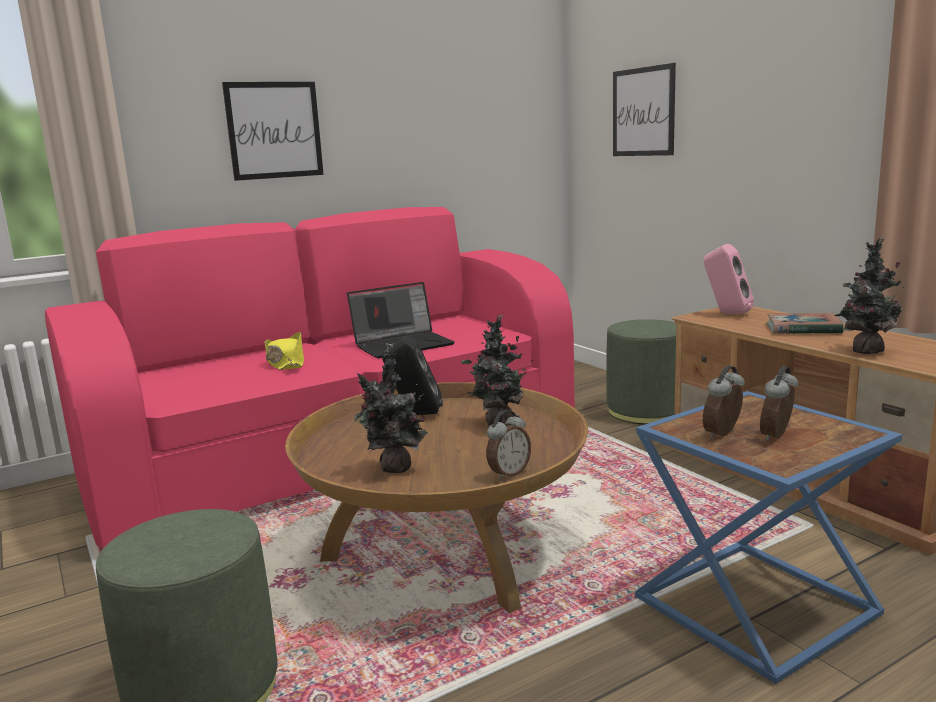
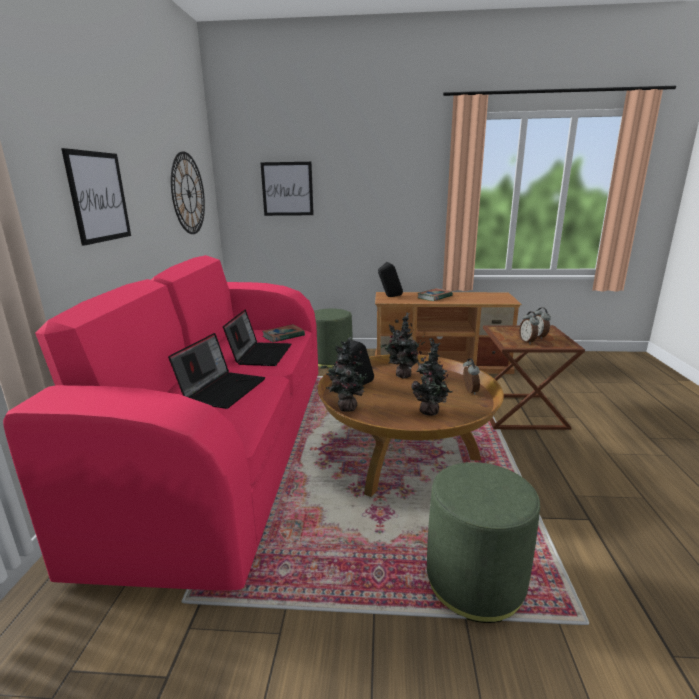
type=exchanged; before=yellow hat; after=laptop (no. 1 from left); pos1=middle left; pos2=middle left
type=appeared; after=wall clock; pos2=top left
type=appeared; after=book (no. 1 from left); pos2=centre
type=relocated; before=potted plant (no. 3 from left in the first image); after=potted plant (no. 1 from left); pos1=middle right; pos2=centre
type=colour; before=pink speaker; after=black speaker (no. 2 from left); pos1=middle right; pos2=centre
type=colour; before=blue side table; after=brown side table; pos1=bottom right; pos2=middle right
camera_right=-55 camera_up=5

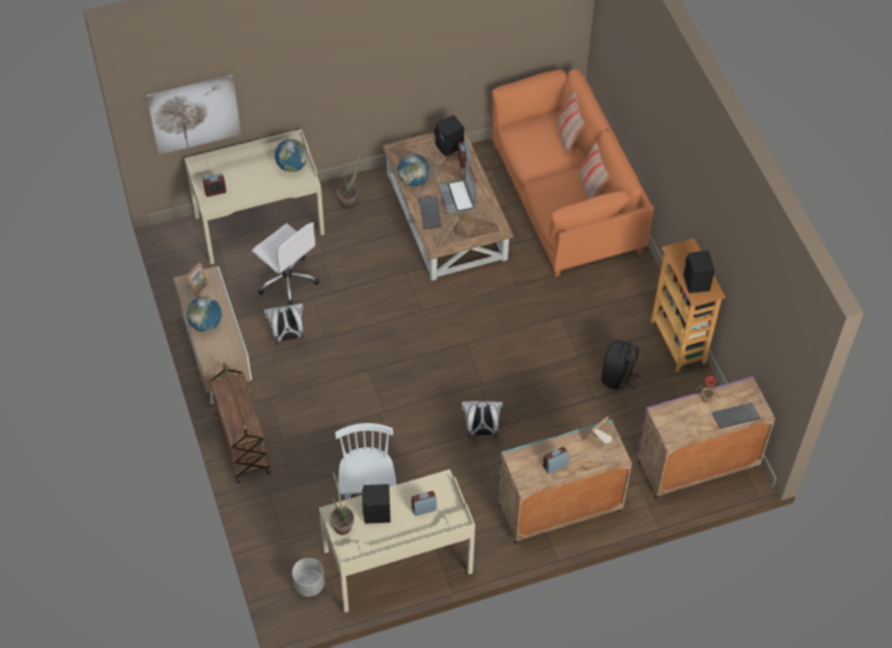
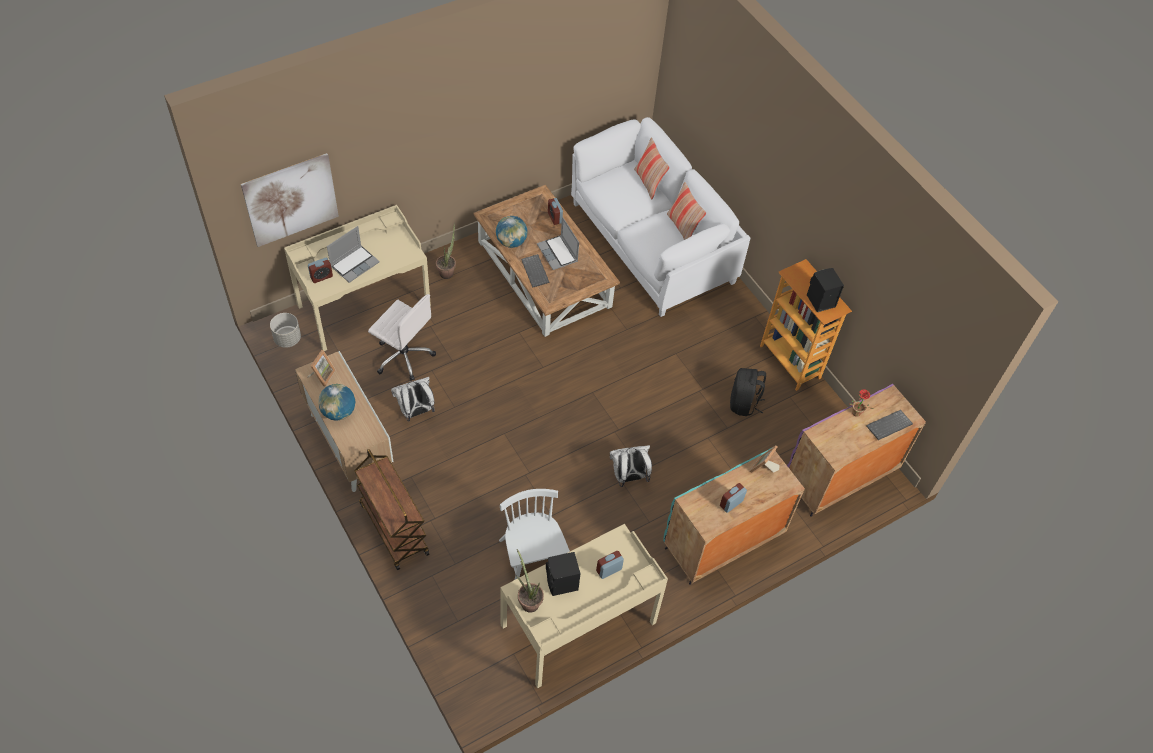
type=relocated; before=grey planter; pos1=bottom centre; pos2=middle left
type=appeared; after=laptop (no. 1 from left); pos2=middle left
type=colour; before=orange sofa; after=white sofa; pos1=top centre; pos2=top centre
type=missing; before=globe (no. 2 from left); pos1=top left
type=missing; before=black speaker (no. 2 from left); pos1=top centre
camera_right=-15 camera_up=0

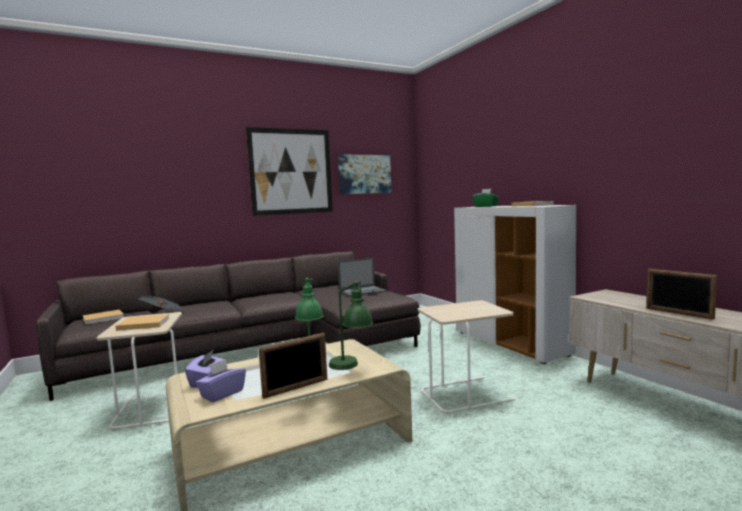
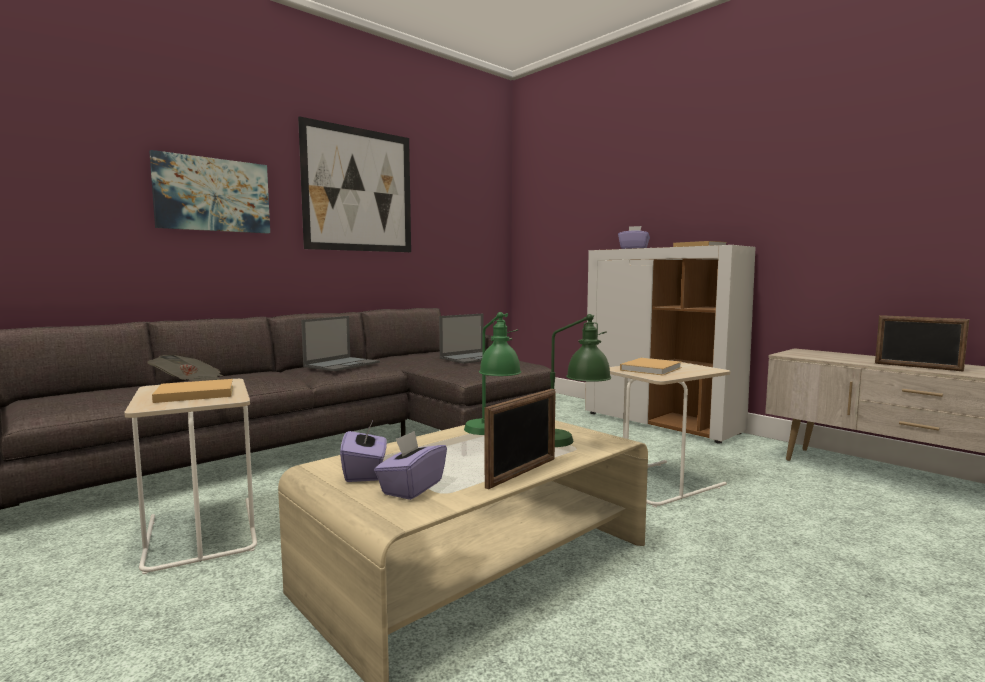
type=relocated; before=picture (no. 2 from left in the first image); after=picture (no. 1 from left); pos1=centre; pos2=top left
type=appeared; after=laptop (no. 1 from left); pos2=centre
type=colour; before=green tissue box; after=purple tissue box (no. 3 from left); pos1=centre; pos2=centre
type=relocated; before=beige book (no. 1 from left in the first image); after=beige book (no. 2 from left); pos1=middle left; pos2=centre
camera_right=-15 camera_up=0

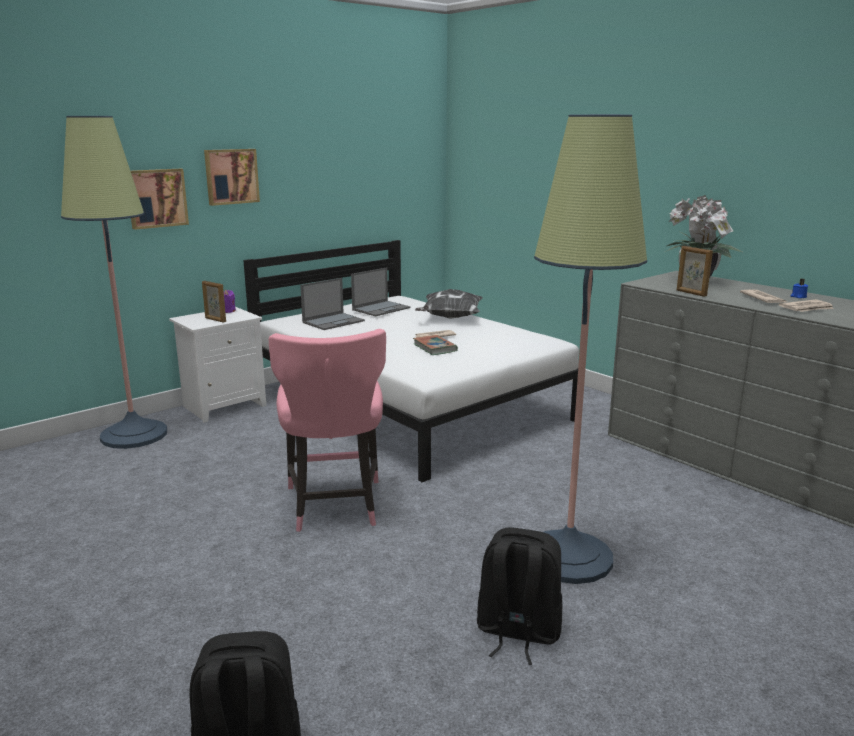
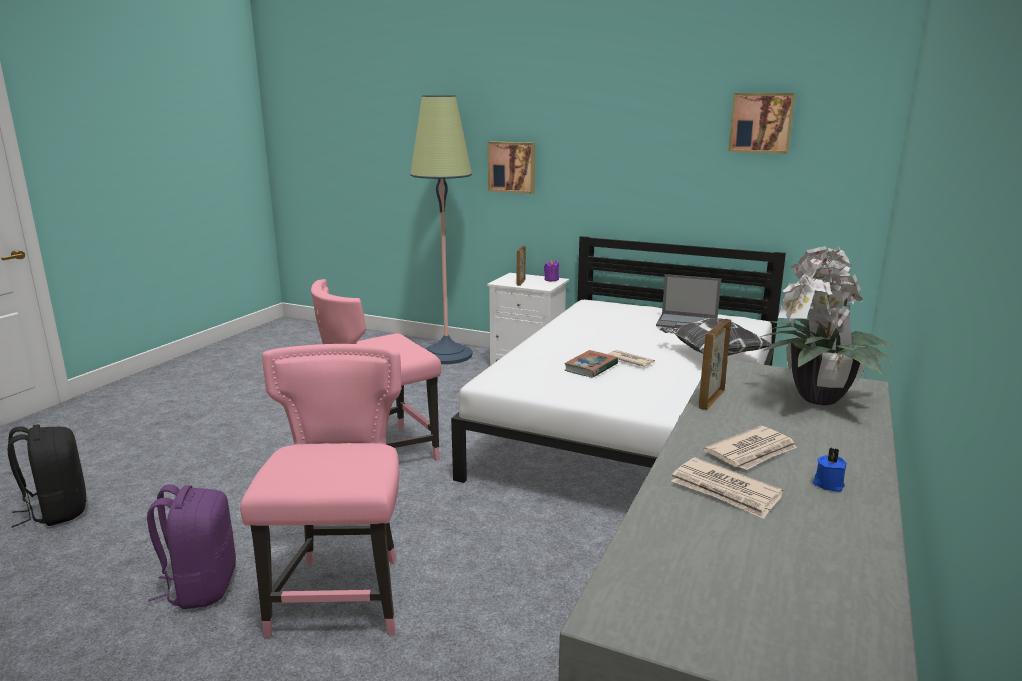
type=colour; before=black backpack (no. 2 from left); after=purple backpack; pos1=bottom centre; pos2=bottom left
type=exchanged; before=floor lamp (no. 2 from left); after=pink chair (no. 1 from left); pos1=middle right; pos2=bottom left
type=relocated; before=picture (no. 2 from left); pos1=top left; pos2=top right
type=missing; before=laptop (no. 1 from left); pos1=centre
camera_right=65 camera_up=0

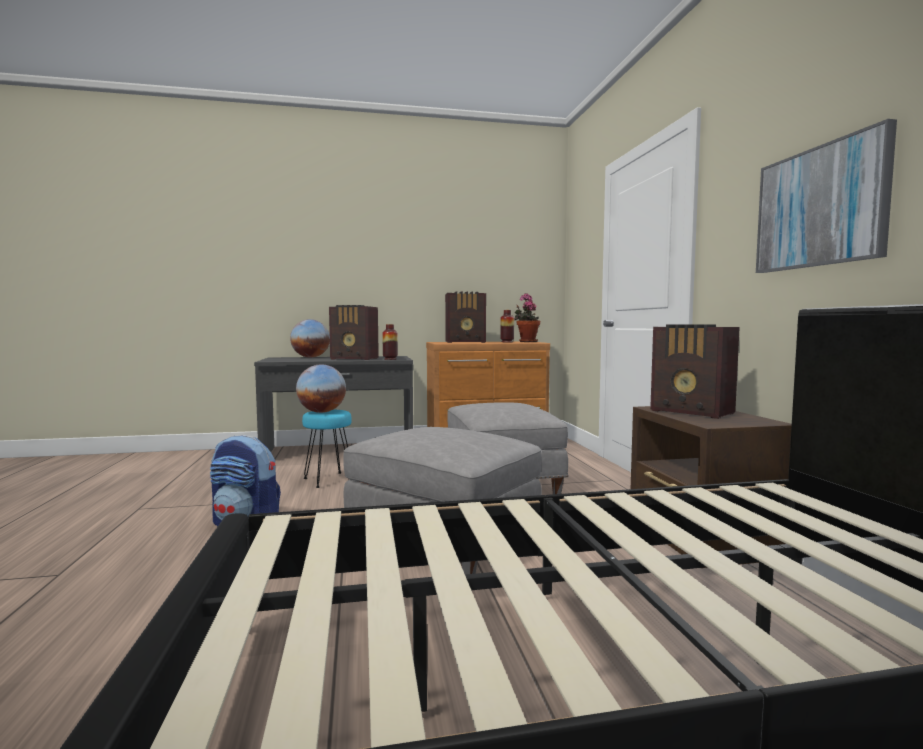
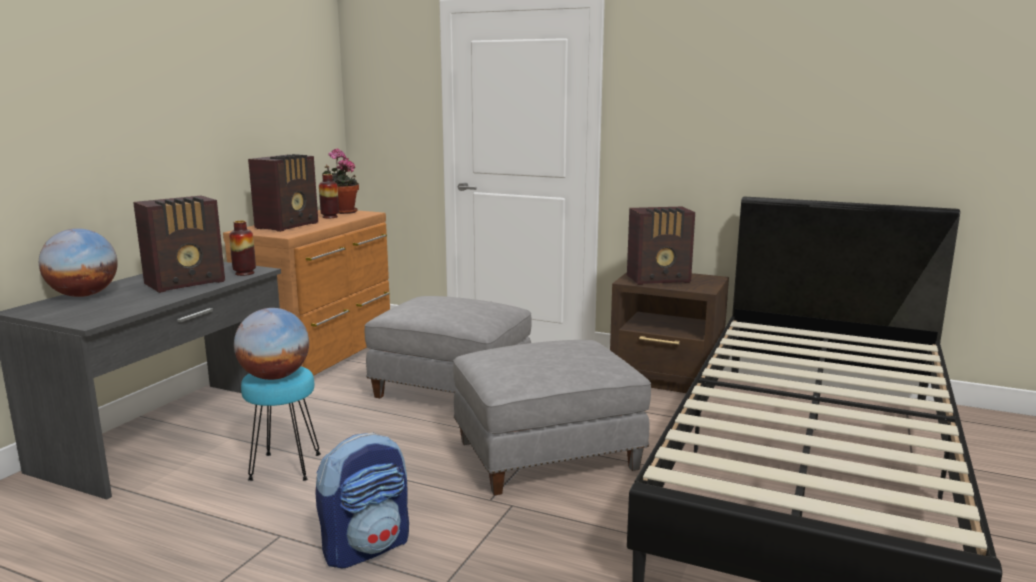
type=missing; before=picture; pos1=top right
camera_right=-55 camera_up=10

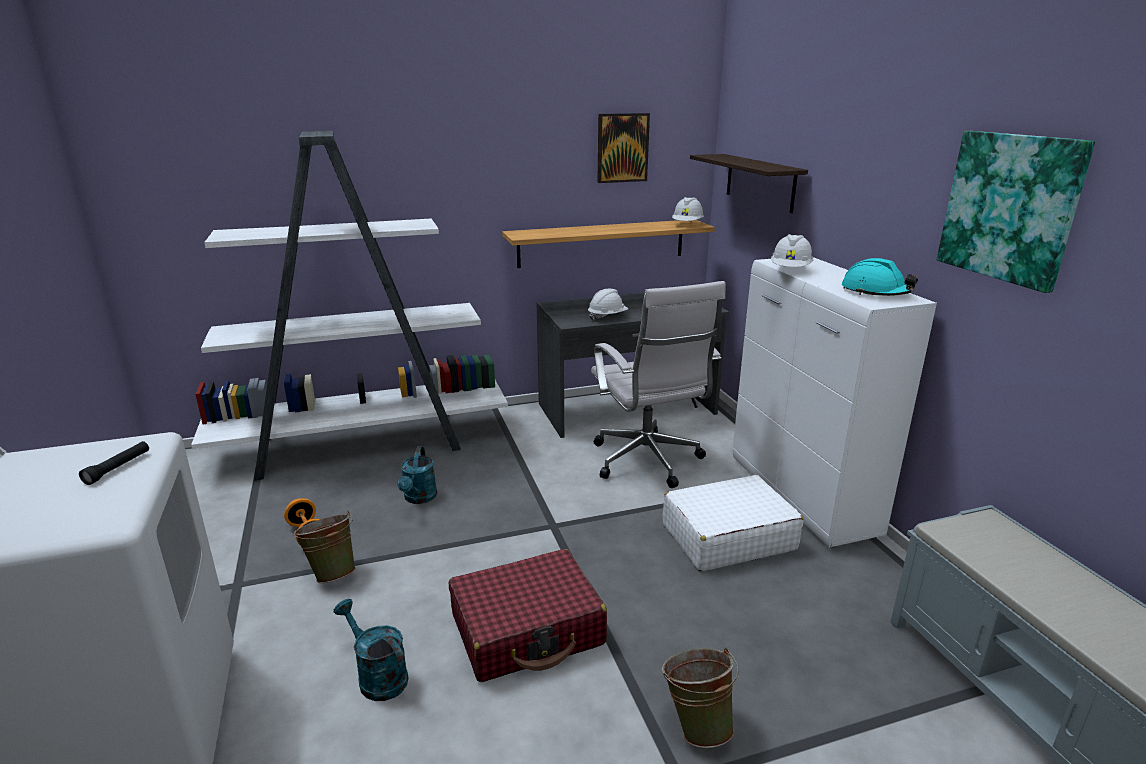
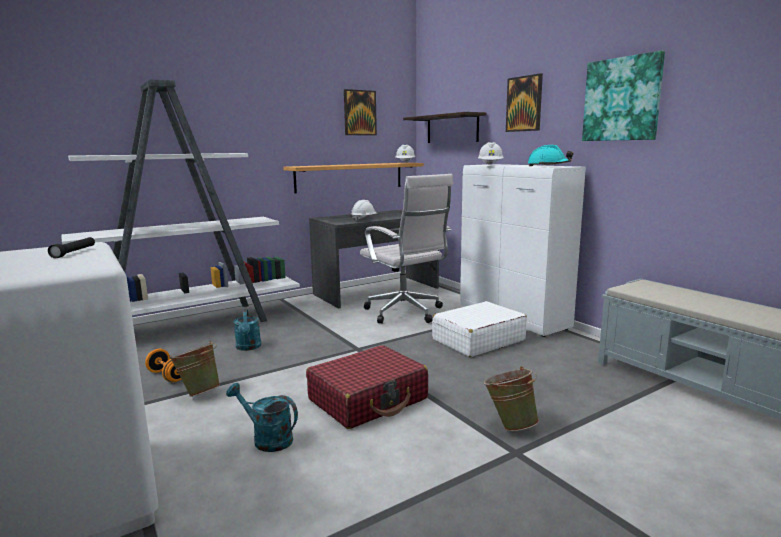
type=appeared; after=picture (no. 2 from left); pos2=top right
camera_right=-15 camera_up=-10

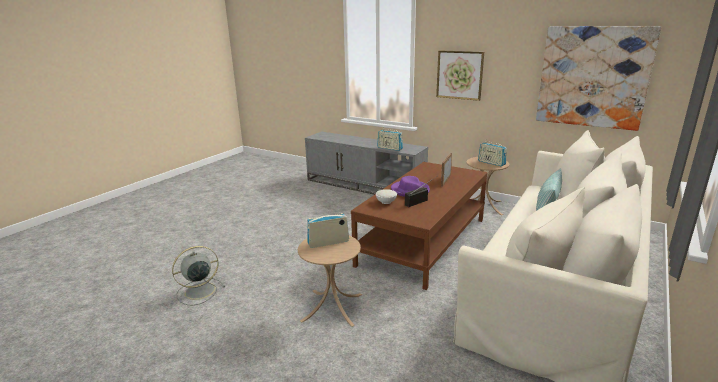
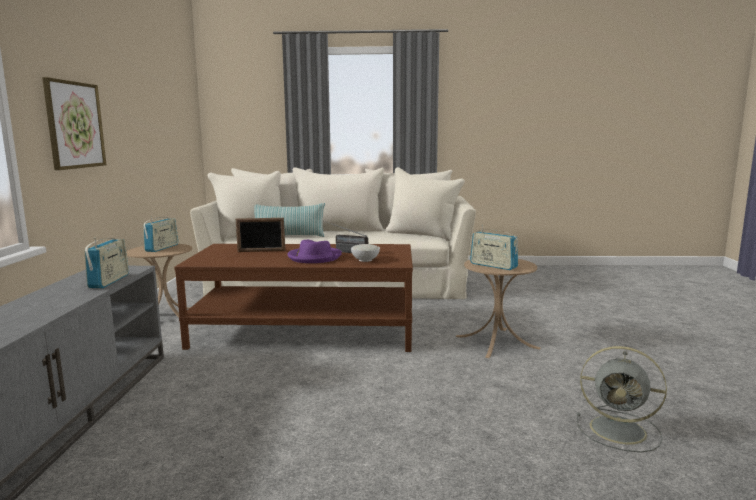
type=missing; before=picture (no. 2 from left); pos1=top right
camera_right=-120 camera_up=-10

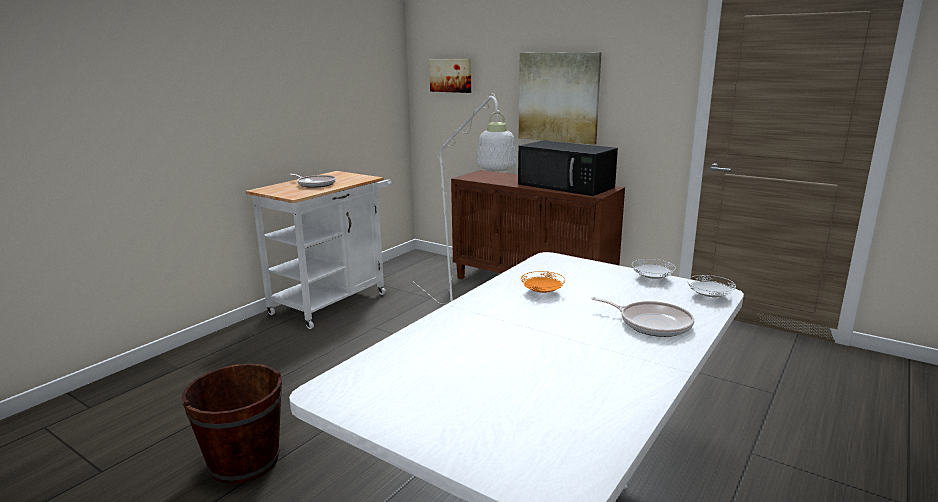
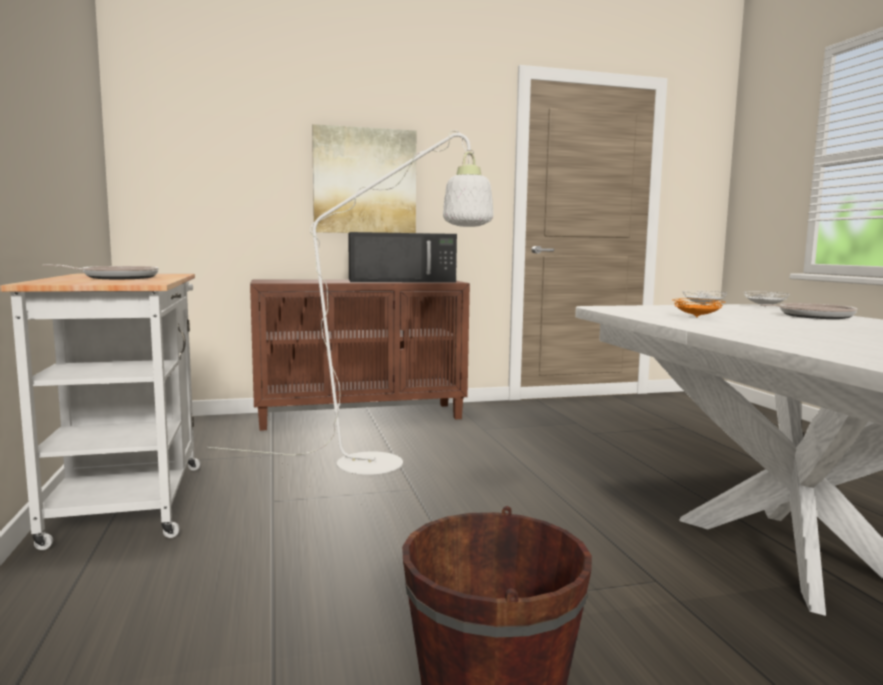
type=missing; before=picture (no. 1 from left); pos1=top centre
camera_right=-50 camera_up=-10

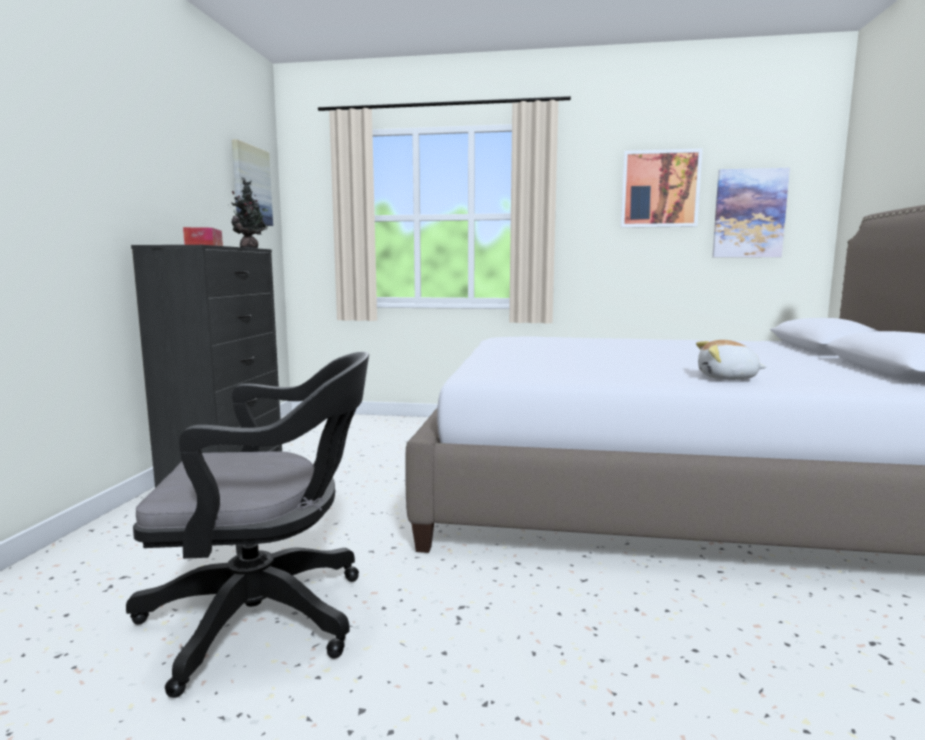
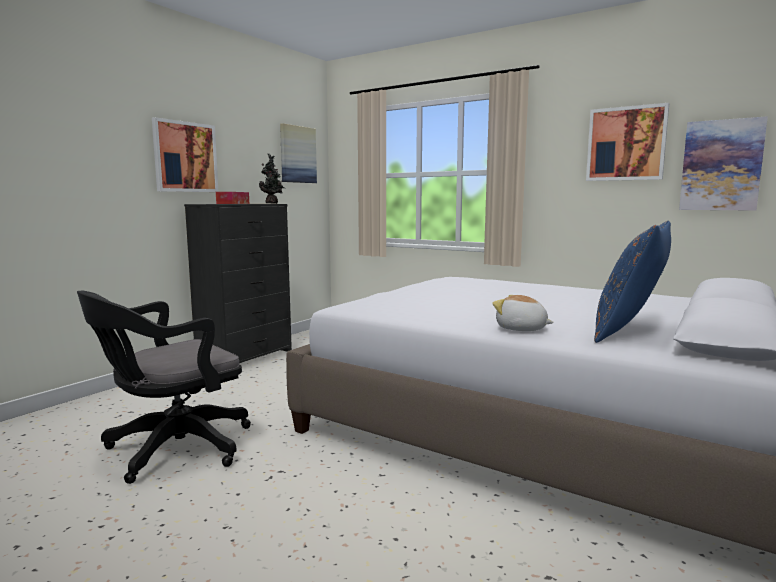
type=spun; before=black office chair; pos1=bottom left; pos2=middle left; turn=120
type=appeared; after=picture (no. 1 from left); pos2=top left
type=appeared; after=blue pillow; pos2=middle right
camera_right=25 camera_up=0

